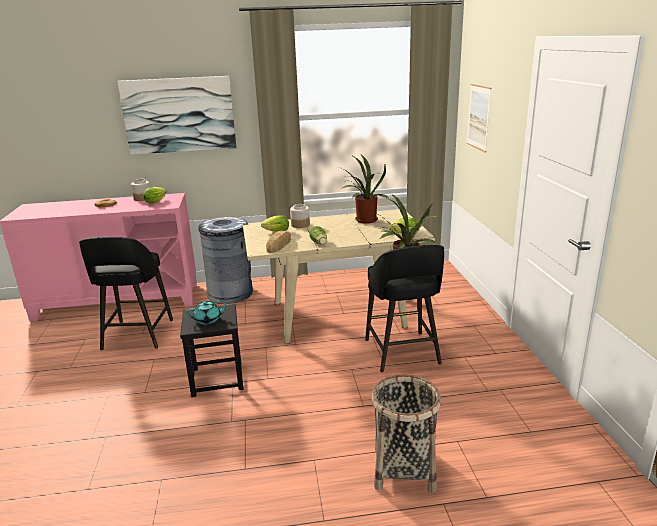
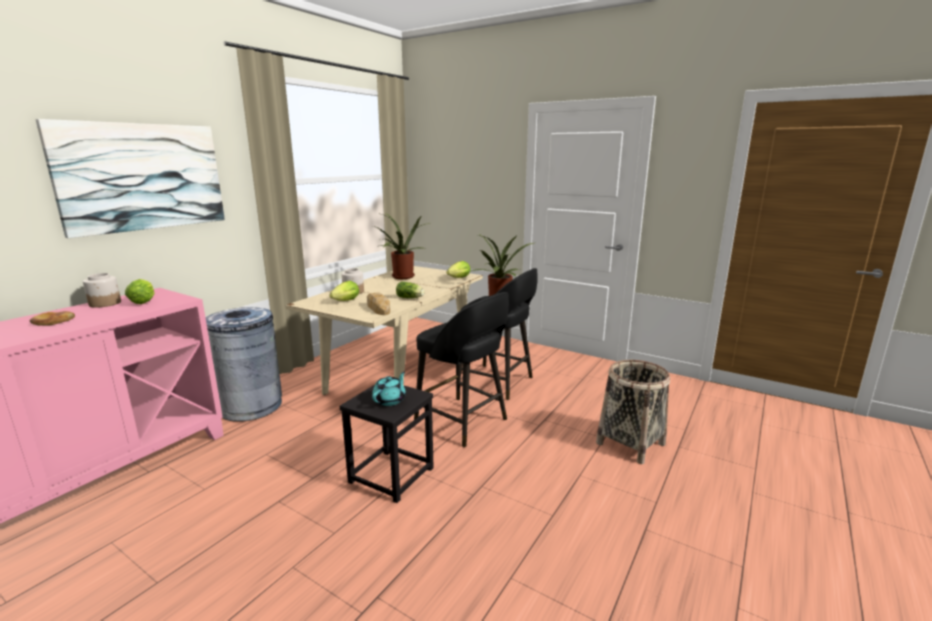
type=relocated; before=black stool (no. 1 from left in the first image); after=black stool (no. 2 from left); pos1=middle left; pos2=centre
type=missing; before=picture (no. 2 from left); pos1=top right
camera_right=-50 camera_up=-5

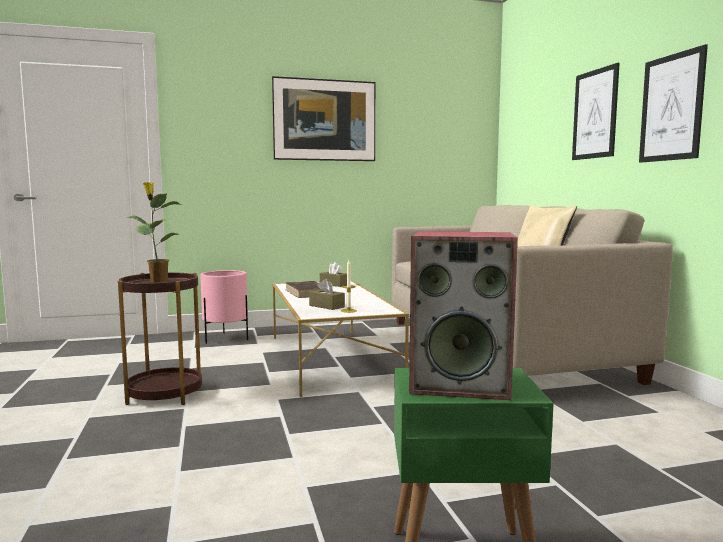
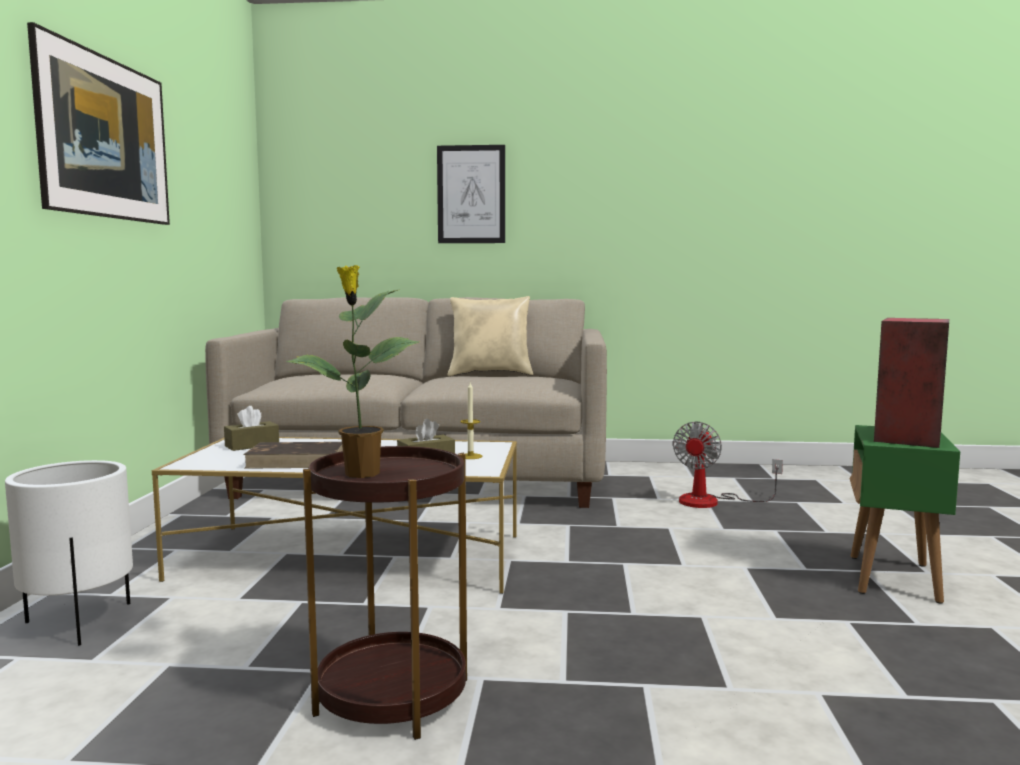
type=colour; before=pink planter; after=white planter; pos1=middle left; pos2=bottom left
type=appeared; after=fan; pos2=middle right
type=missing; before=picture (no. 3 from left); pos1=top right
camera_right=-70 camera_up=0

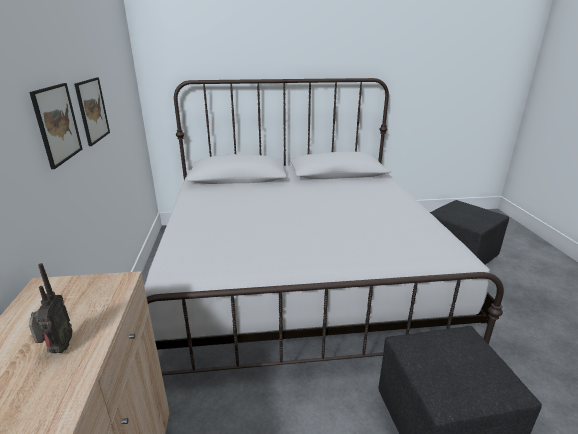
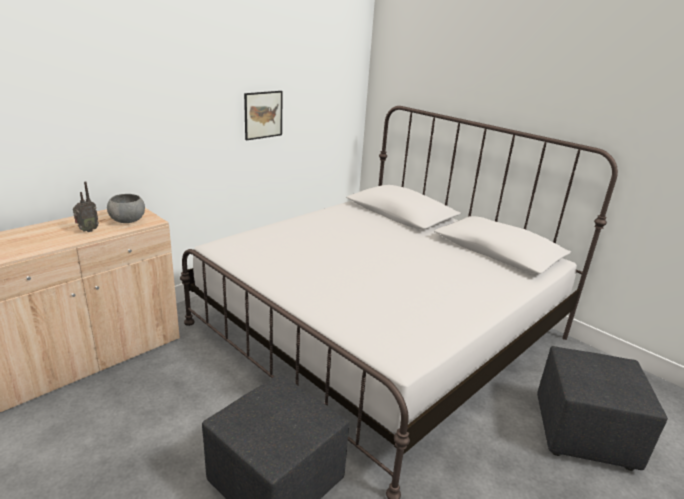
type=appeared; after=grey bowl; pos2=middle left
type=missing; before=picture (no. 1 from left); pos1=top left
camera_right=50 camera_up=0

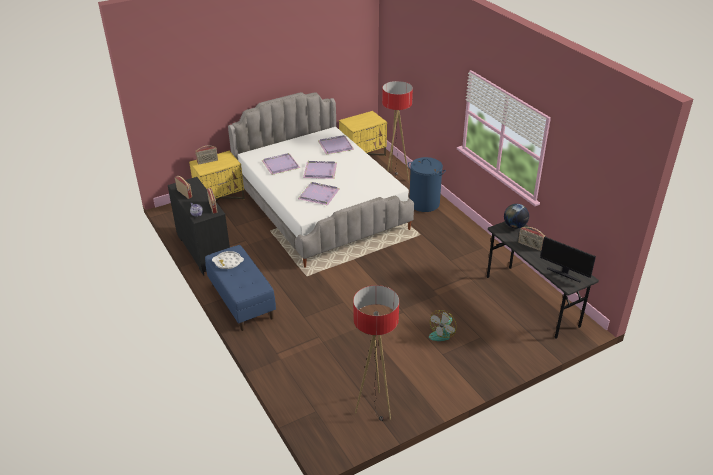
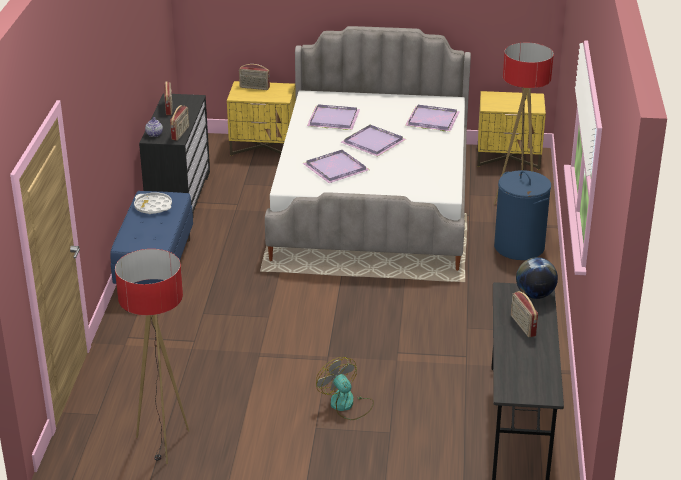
type=spun; before=fan; pos1=bottom centre; pos2=bottom centre; turn=75
type=missing; before=monitor; pos1=middle right
camera_right=35 camera_up=-5

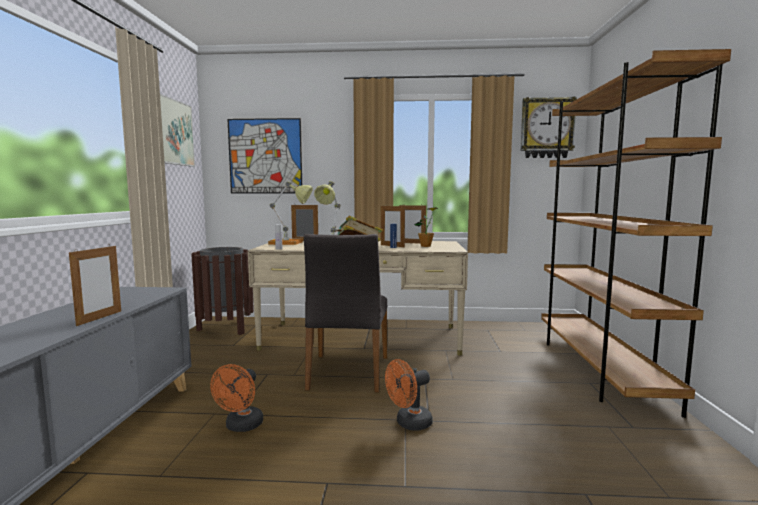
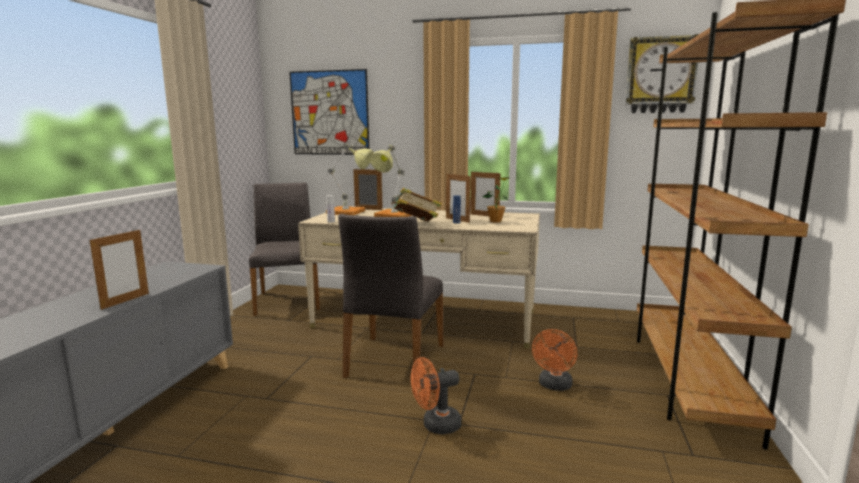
type=exchanged; before=brown trash can; after=grey chair (no. 1 from left); pos1=middle left; pos2=middle left
type=relocated; before=orange fan (no. 1 from left in the first image); after=orange fan (no. 2 from left); pos1=bottom left; pos2=bottom centre
type=missing; before=picture (no. 1 from left); pos1=top left
camera_right=10 camera_up=5

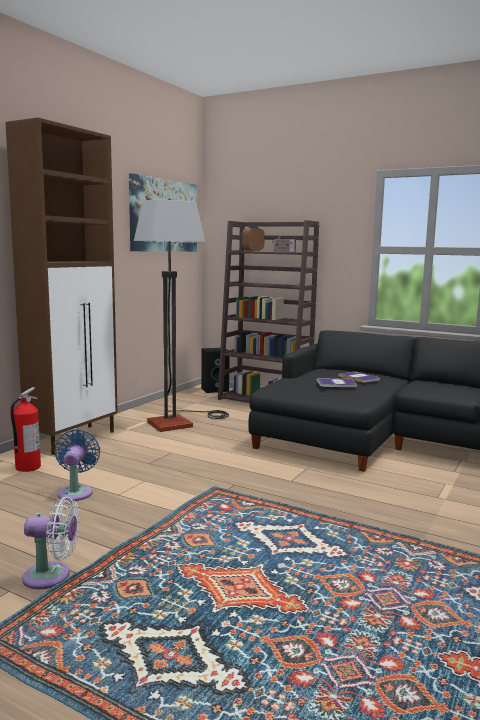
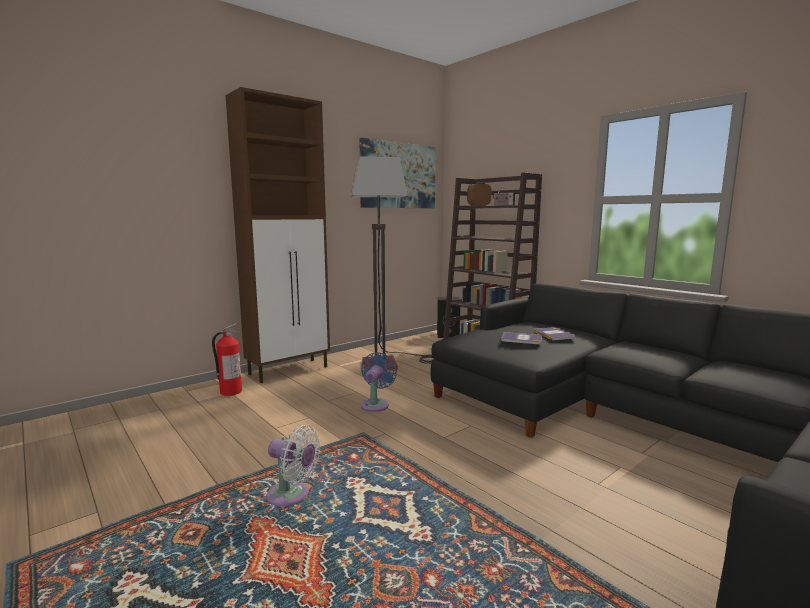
type=relocated; before=white fan; pos1=bottom left; pos2=bottom centre
type=relocated; before=blue fan; pos1=middle left; pos2=centre
camera_right=20 camera_up=0

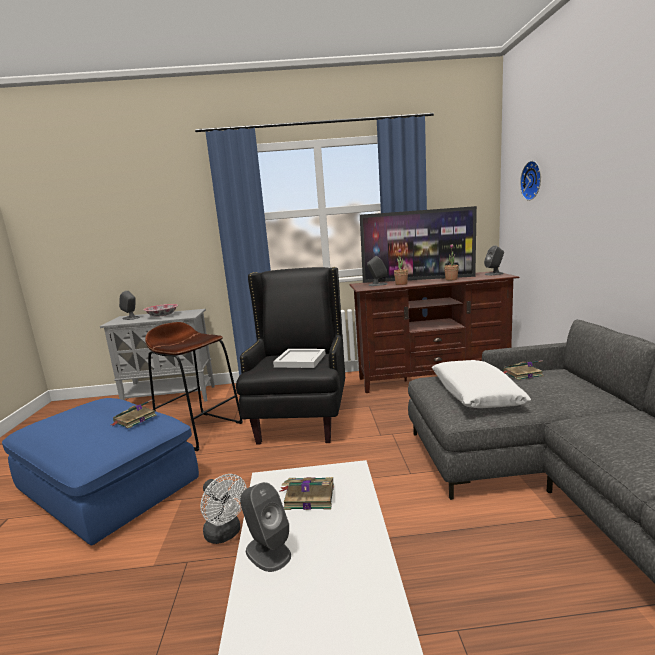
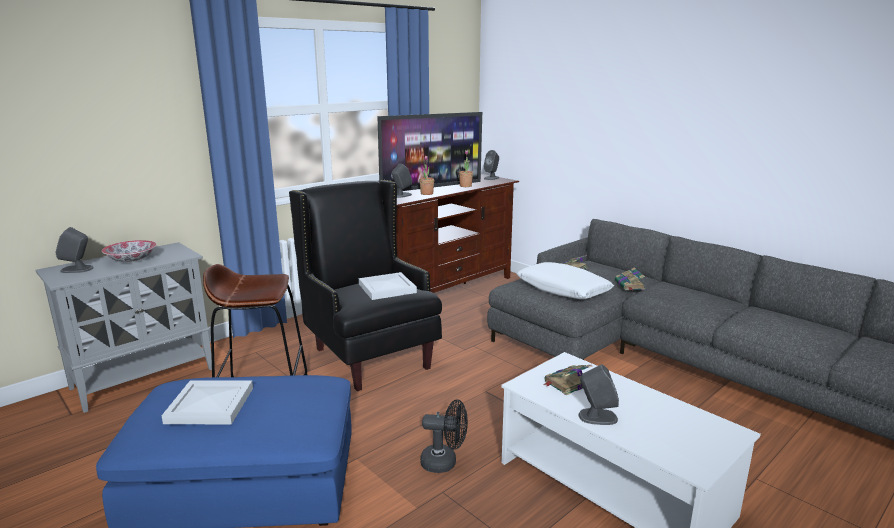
type=appeared; after=white tray (no. 1 from left); pos2=bottom left
type=colour; before=white fan; after=black fan; pos1=bottom centre; pos2=bottom centre
type=relocated; before=book (no. 1 from left in the first image); after=book (no. 3 from left); pos1=middle left; pos2=middle right
type=missing; before=wall clock; pos1=top right
camera_right=-40 camera_up=5

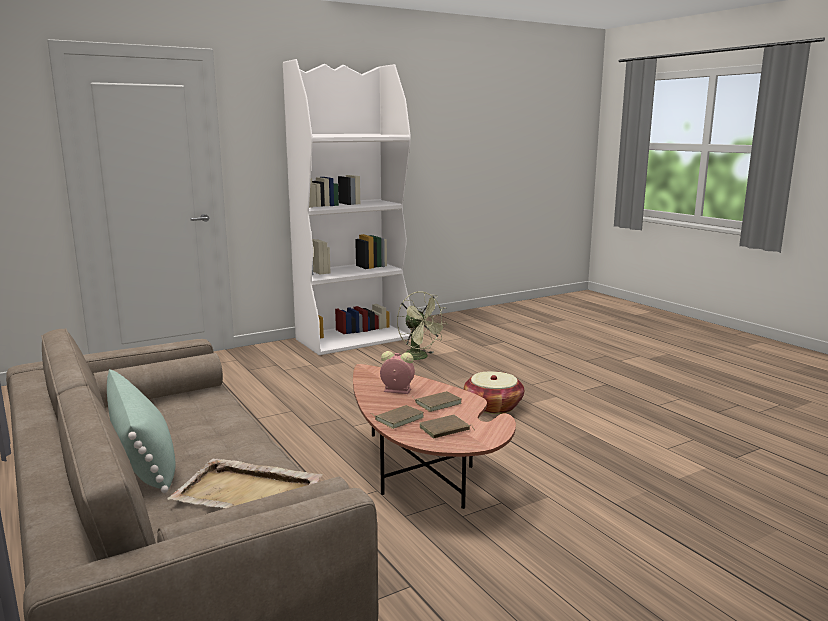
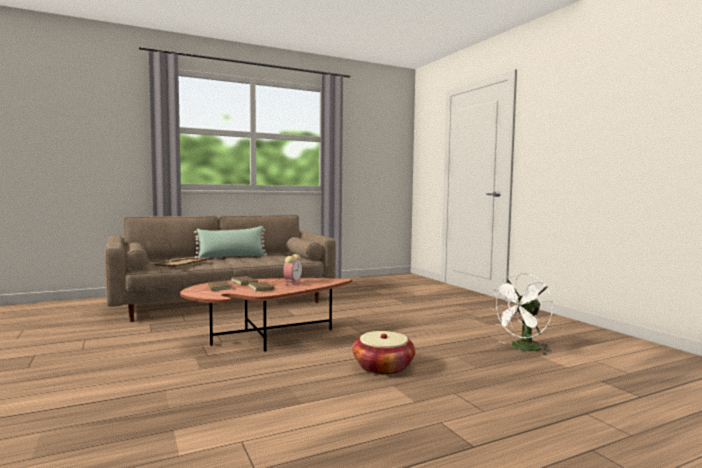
type=colour; before=green fan; after=white fan; pos1=centre; pos2=bottom right
type=missing; before=white bookcase; pos1=centre
camera_right=95 camera_up=-10

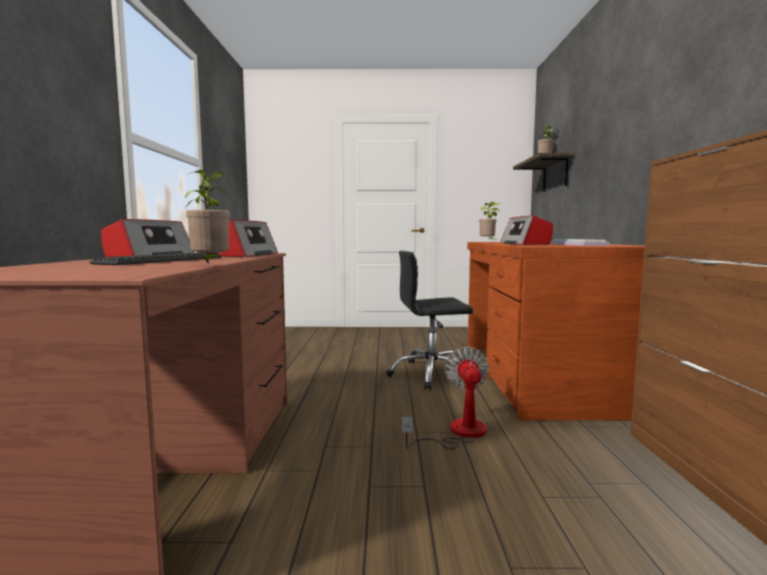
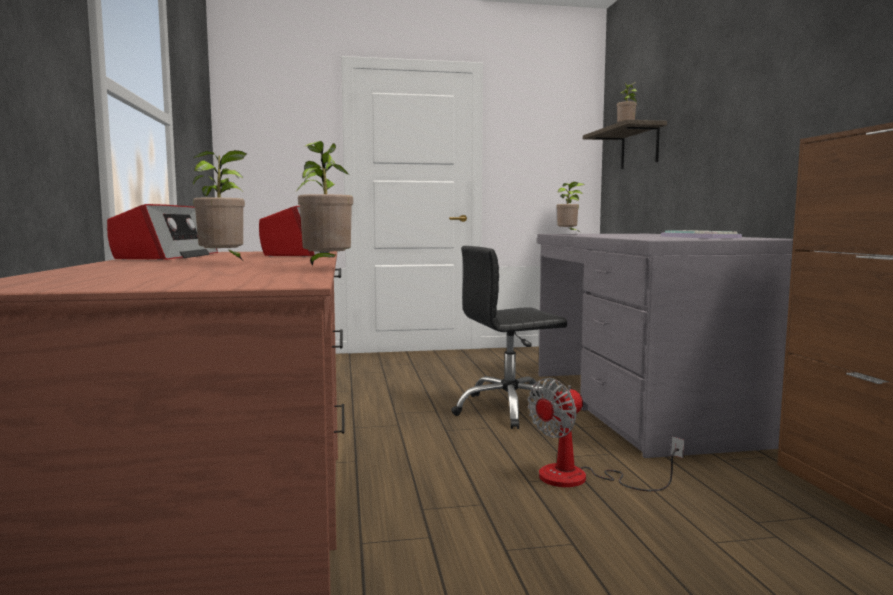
type=exchanged; before=keyboard (no. 1 from left); after=potted plant (no. 1 from left); pos1=middle left; pos2=middle left
type=spun; before=fan; pos1=bottom centre; pos2=bottom right; turn=-120
type=colour; before=brown desk (no. 2 from left); after=grey desk; pos1=middle right; pos2=middle right
type=missing; before=radio (no. 3 from left); pos1=middle right
camera_right=-10 camera_up=0

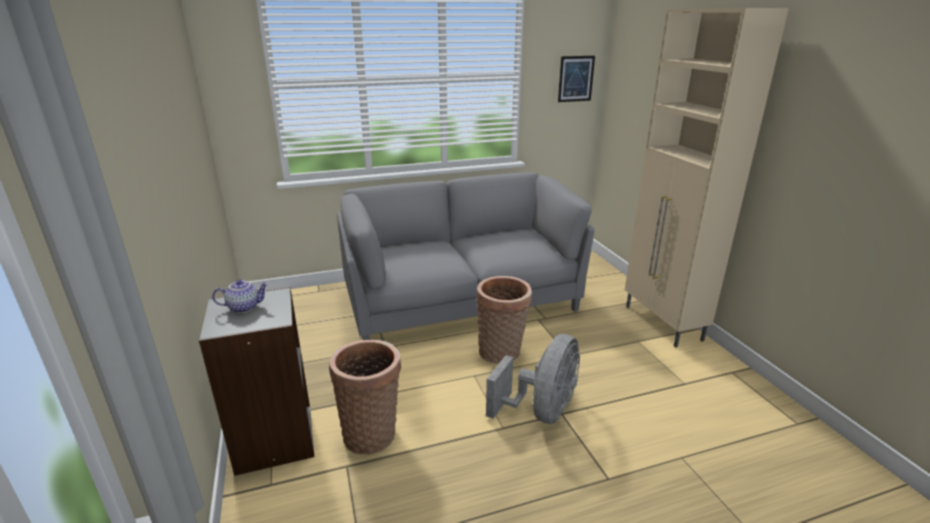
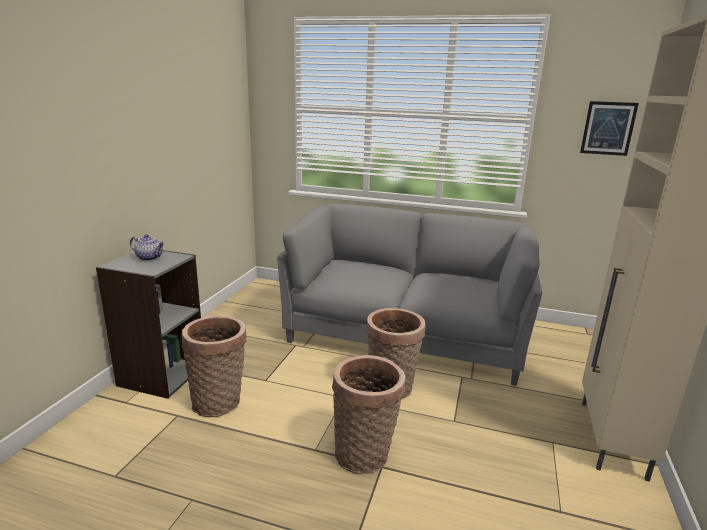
type=exchanged; before=grey fan; after=basket (no. 2 from left); pos1=bottom centre; pos2=bottom centre
camera_right=35 camera_up=-5

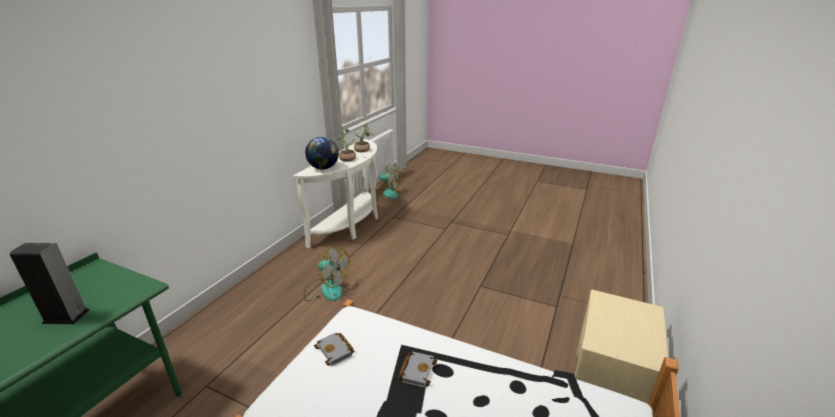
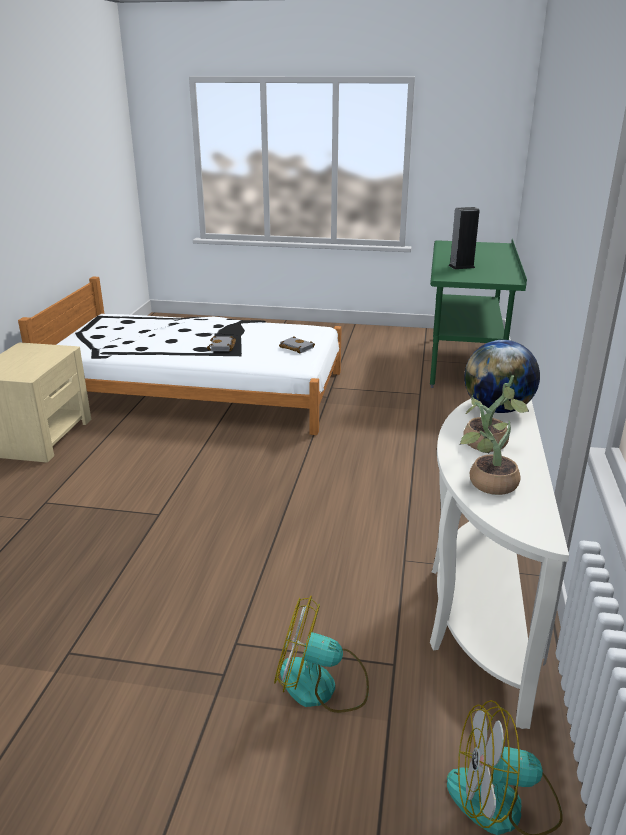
type=relocated; before=fan (no. 1 from left); pos1=centre; pos2=bottom centre
camera_right=165 camera_up=0

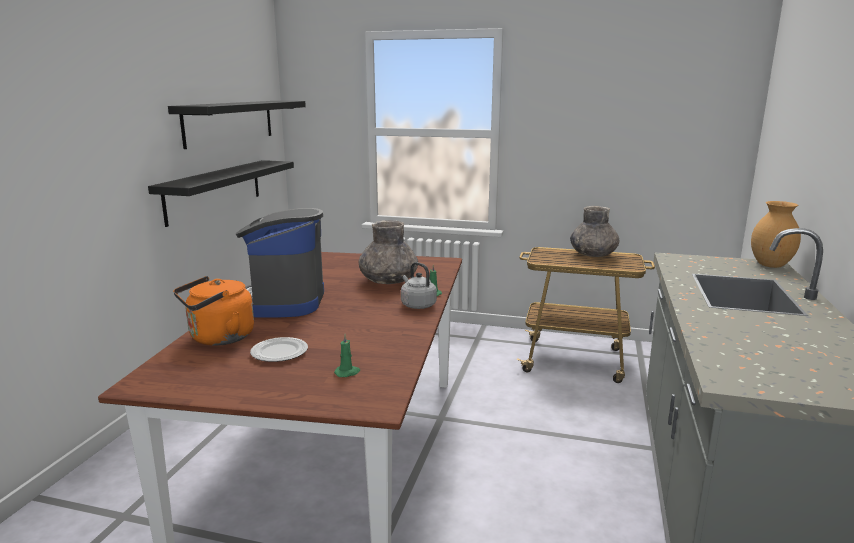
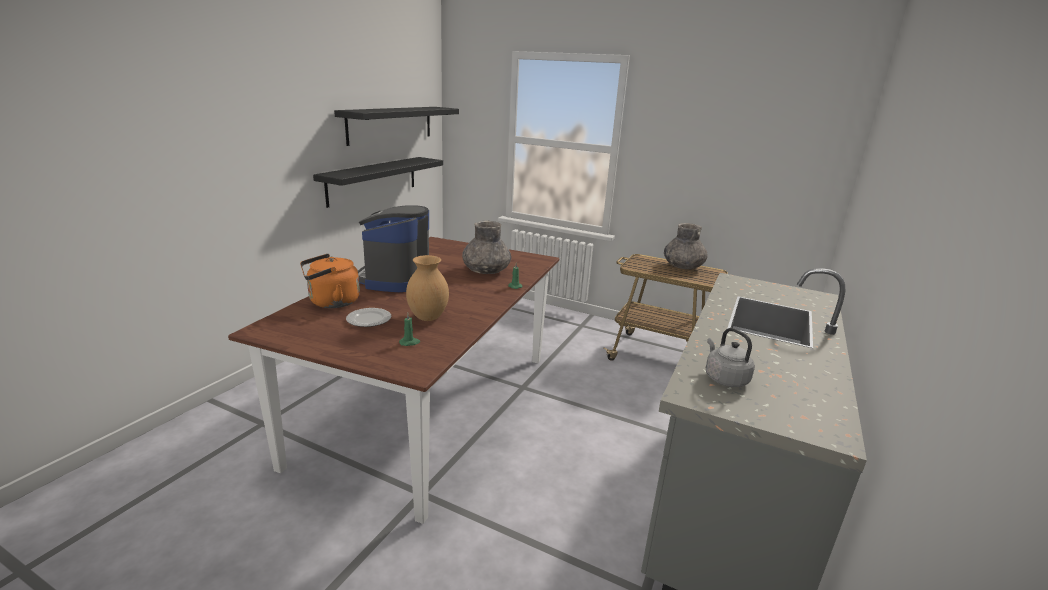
type=relocated; before=brown vase; pos1=middle right; pos2=centre
type=relocated; before=grey kettle; pos1=centre; pos2=middle right
camera_right=10 camera_up=5

